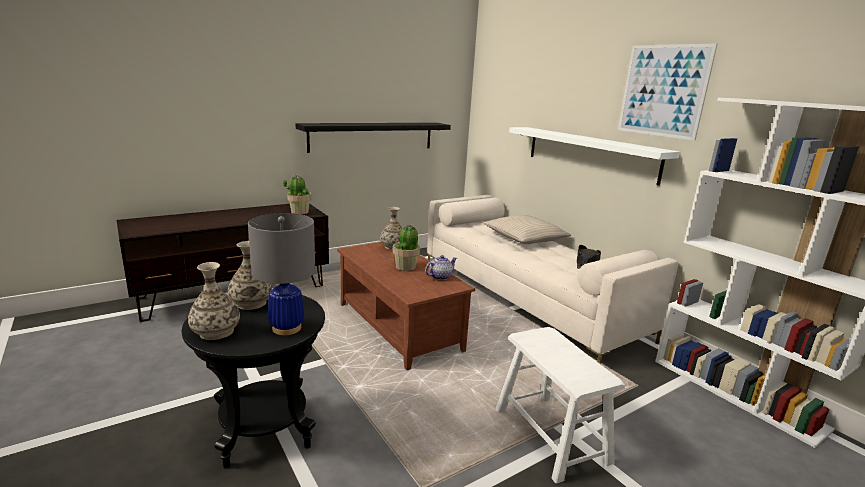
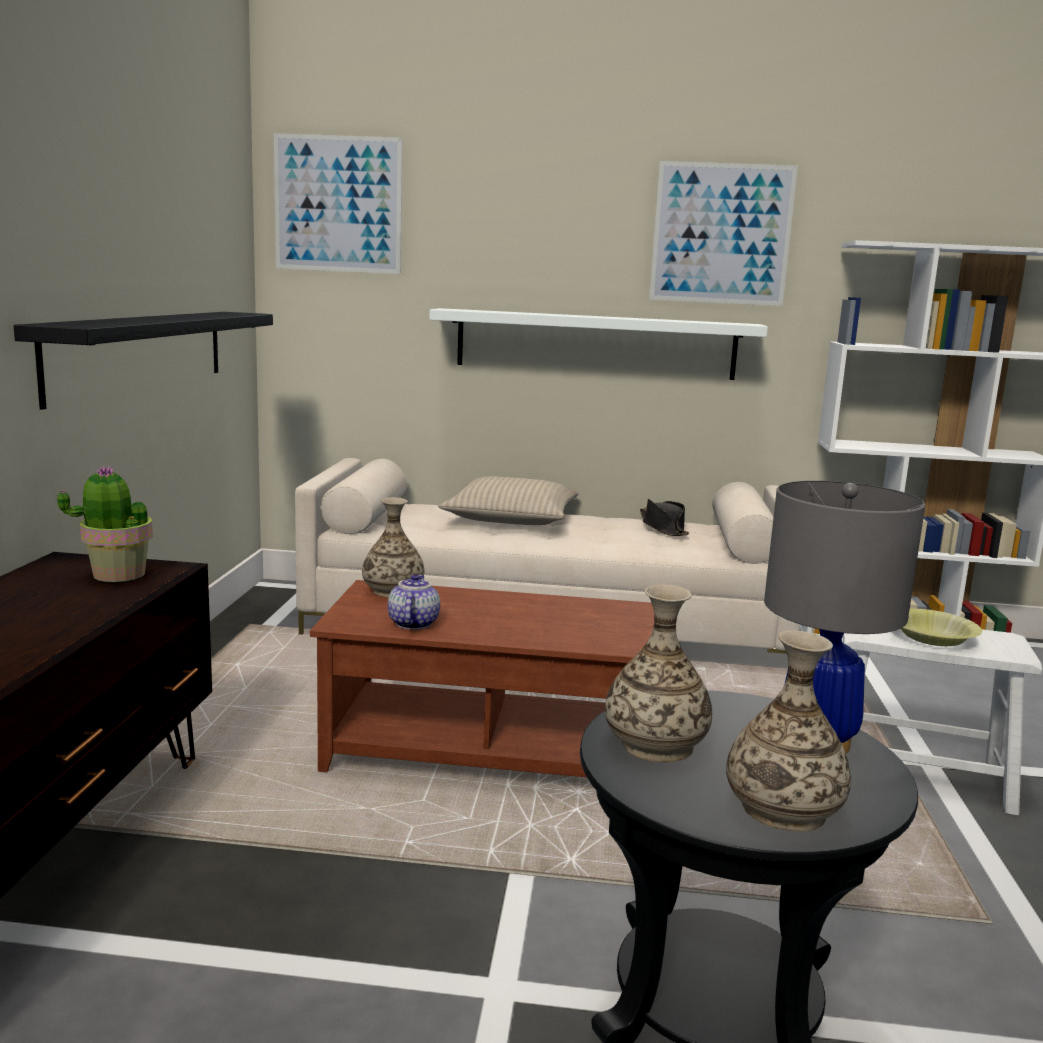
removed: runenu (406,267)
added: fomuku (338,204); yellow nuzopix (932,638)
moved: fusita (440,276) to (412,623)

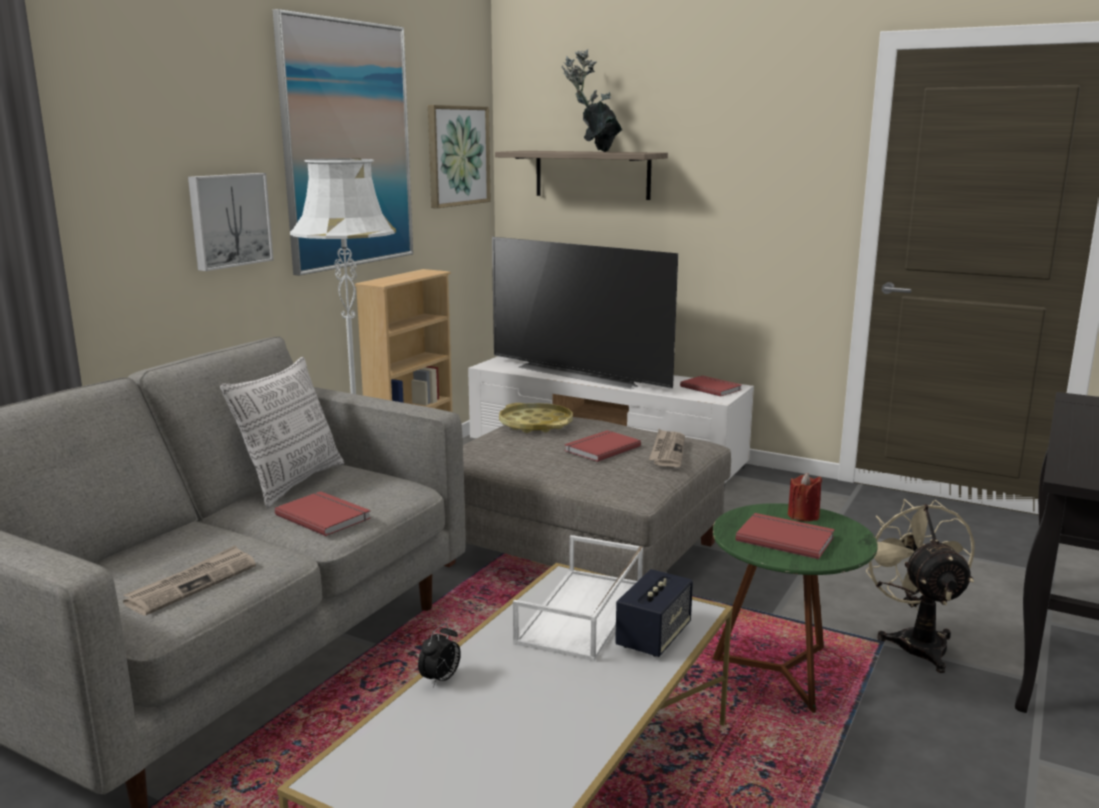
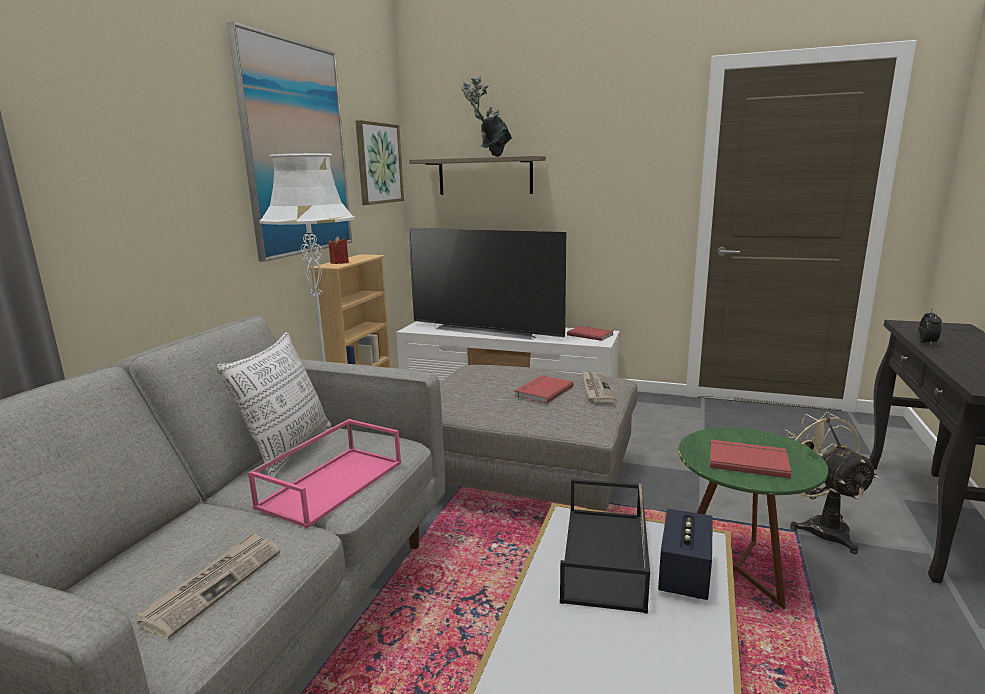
removed: fomuku (228,220); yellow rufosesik (536,424)
moved: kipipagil (440,679) to (927,343); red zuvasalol (803,516) to (339,263)
replaced: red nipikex (325,516) to pink rufosesik (332,483)
recoloured: white rufosesik (582,614) to black rufosesik (606,557)

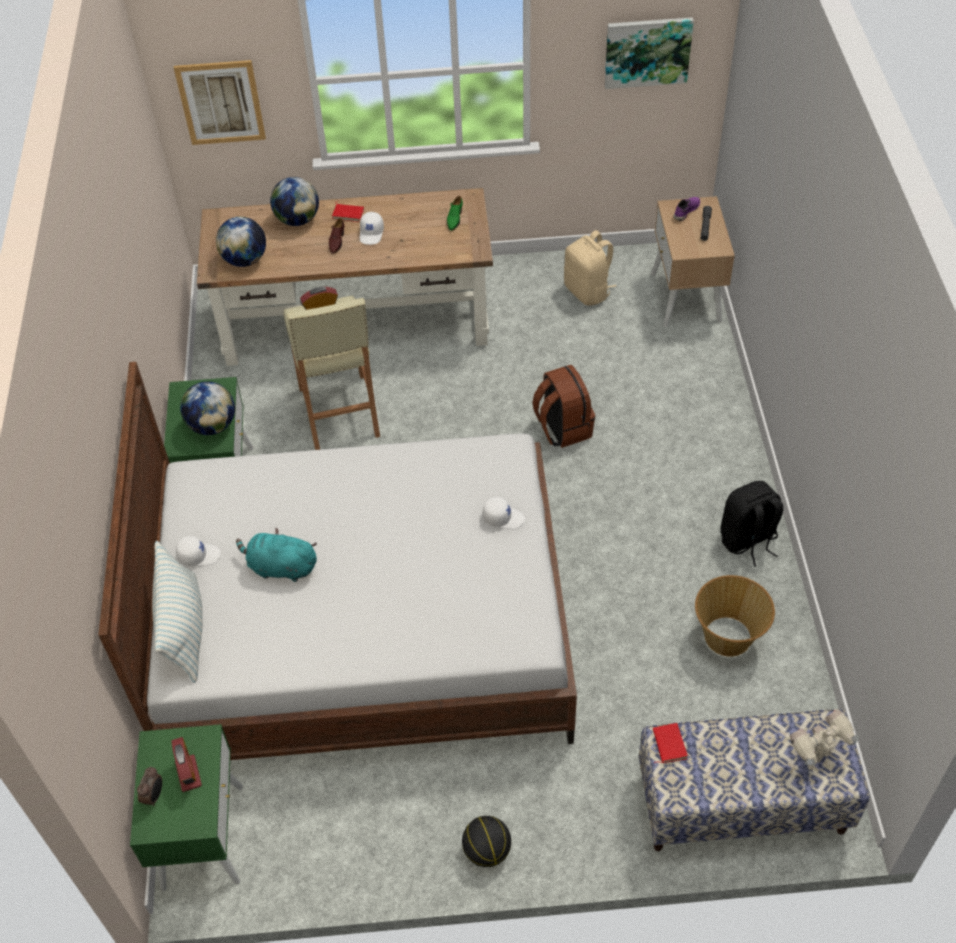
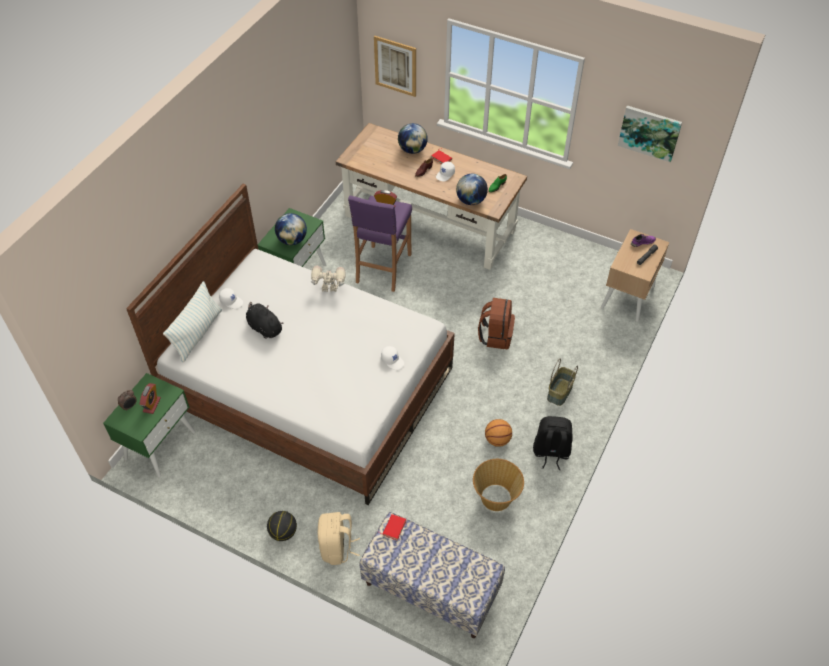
added: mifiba (497,440); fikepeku (560,392)
moved: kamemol (245,260) to (471,201); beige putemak (588,291) to (337,548); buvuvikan (816,755) to (329,290)
recoloured: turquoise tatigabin (280,567) to black tatigabin (264,327); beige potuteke (339,413) to purple potuteke (383,268)

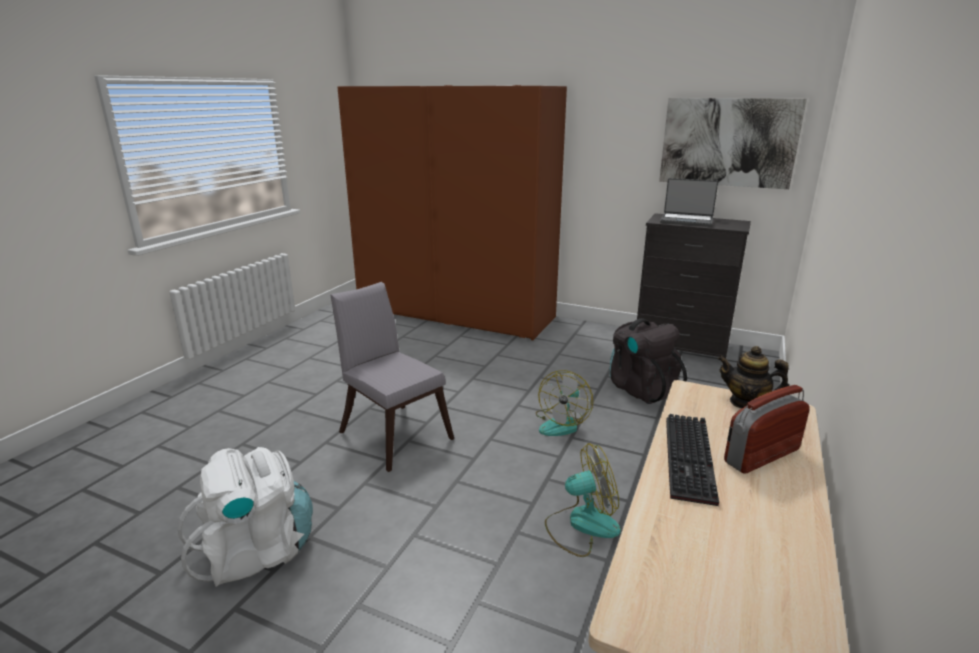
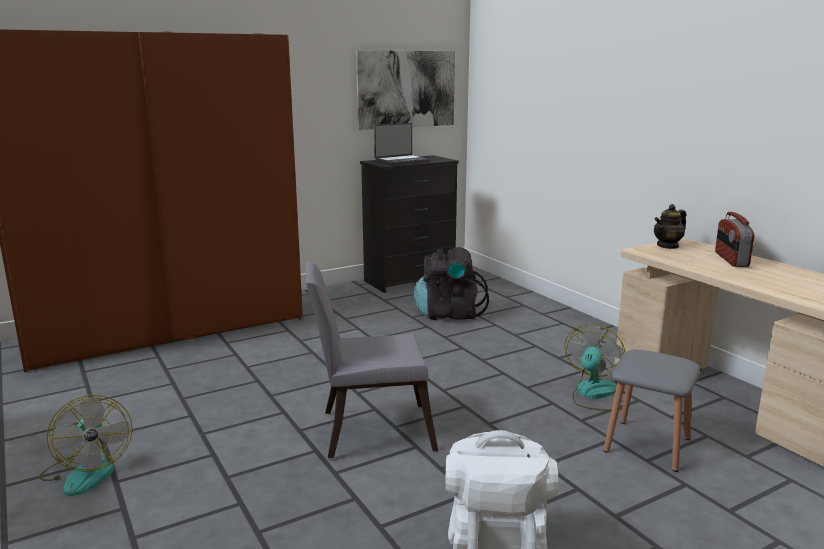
removed: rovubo (692,460)
added: grey potuteke (647,444)
moved: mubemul (562,423) to (87,472)

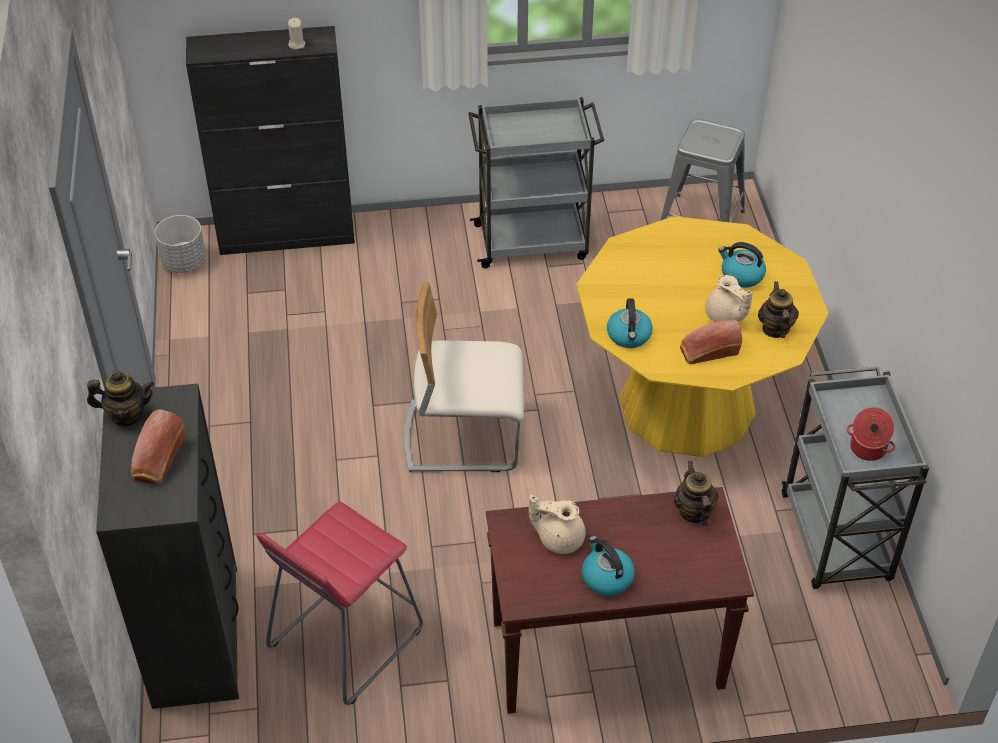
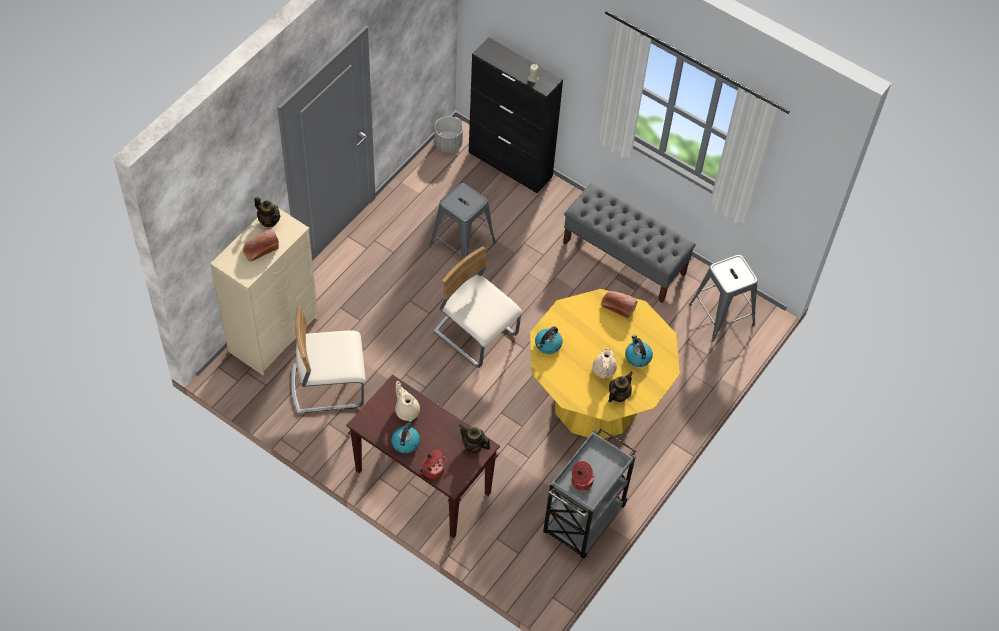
added: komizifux (432,469); grey potuteke (462,244)
moved: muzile (708,352) to (617,307)
replaced: red potuteke (345,639) to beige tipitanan (328,385); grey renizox (533,241) to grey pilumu (624,258)
recoloured: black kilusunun (196,634) to beige kilusunun (274,334)
turned: fusita (693,512) = (473,445) 90 degrees counterclockwise

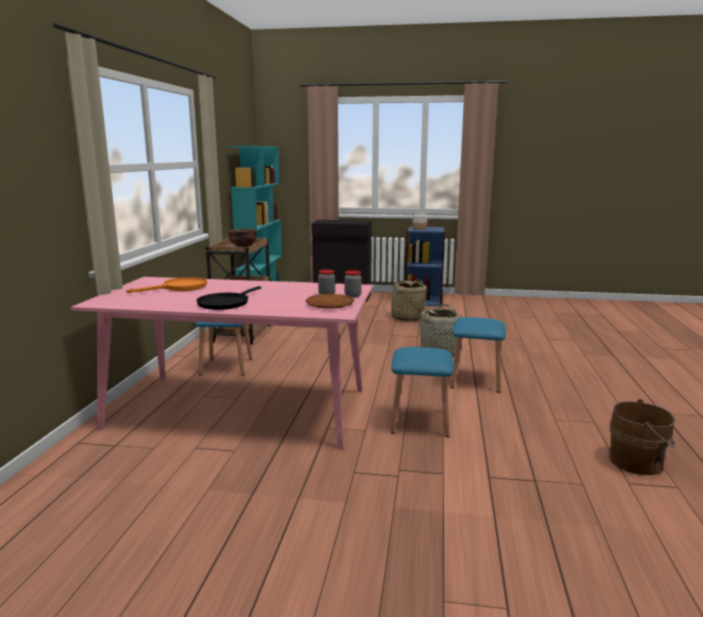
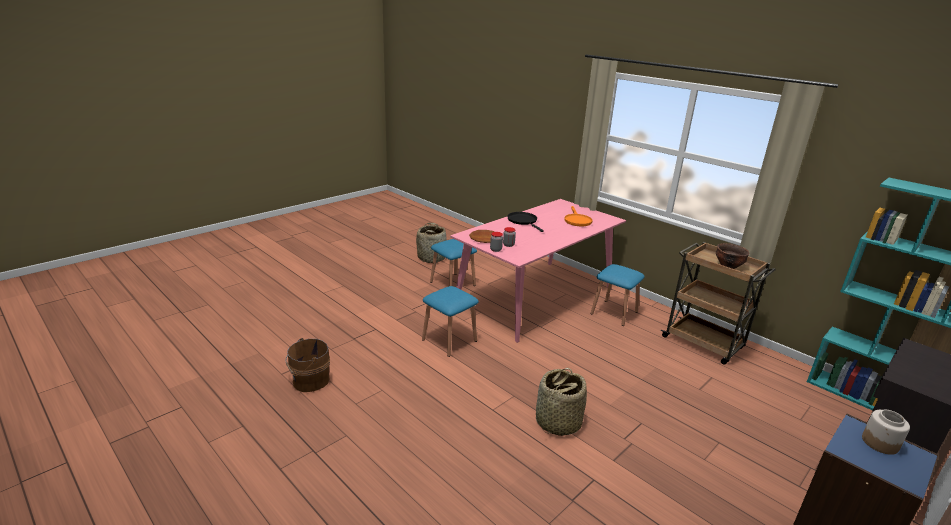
moved: fikepeku (407,318) to (432,257); blue potuteke (476,381) to (452,283)

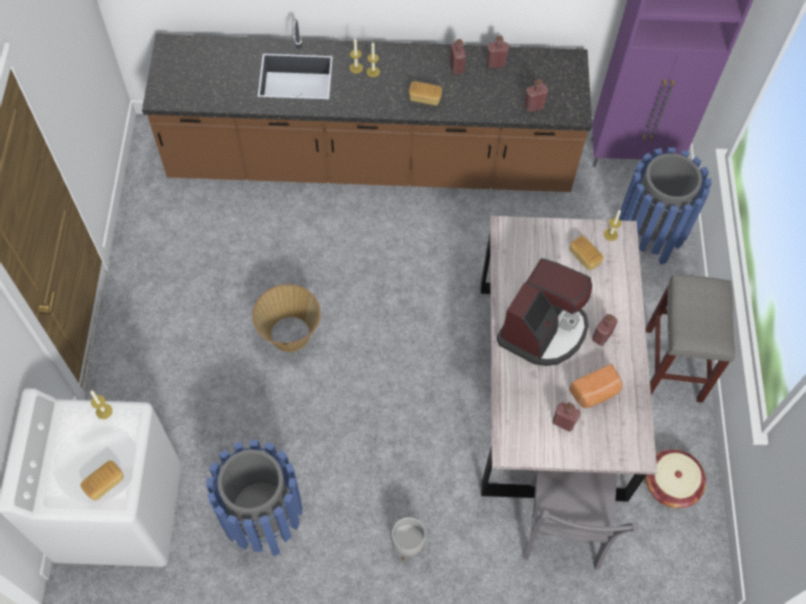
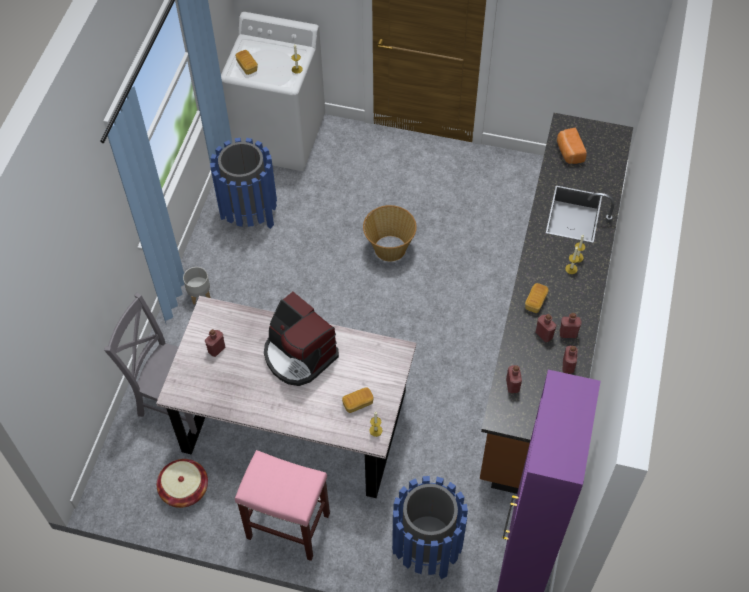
moved: muzile (595,393) to (569,152); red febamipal (601,336) to (544,335)
recoloured: grey potuteke (673,366) to pink potuteke (287,526)

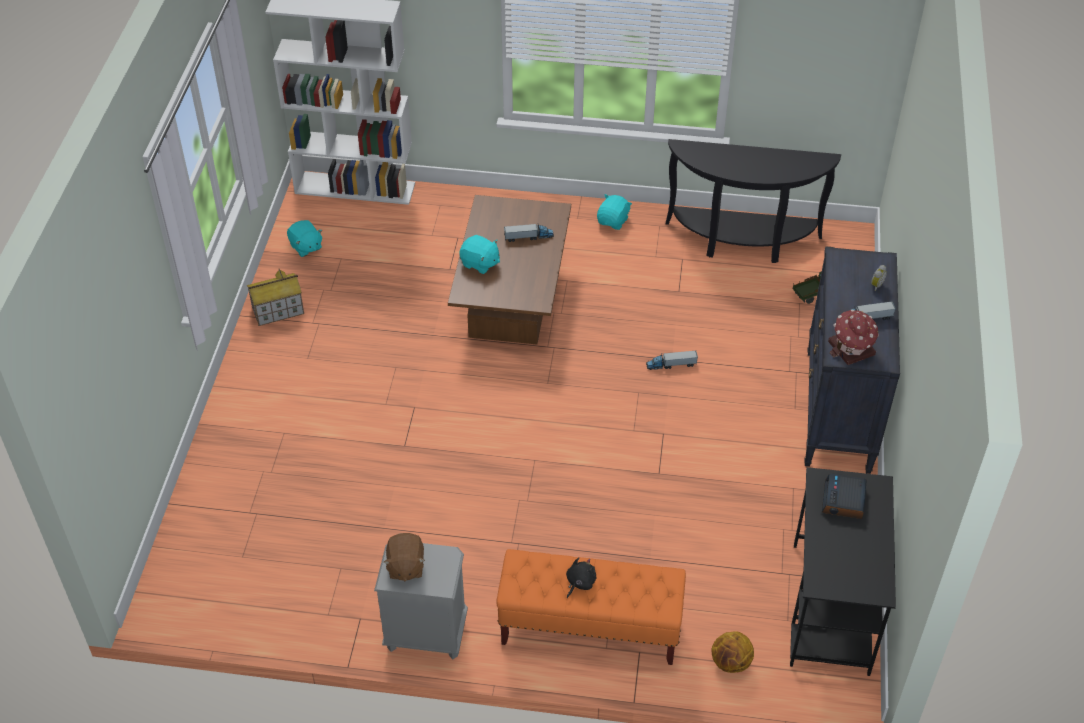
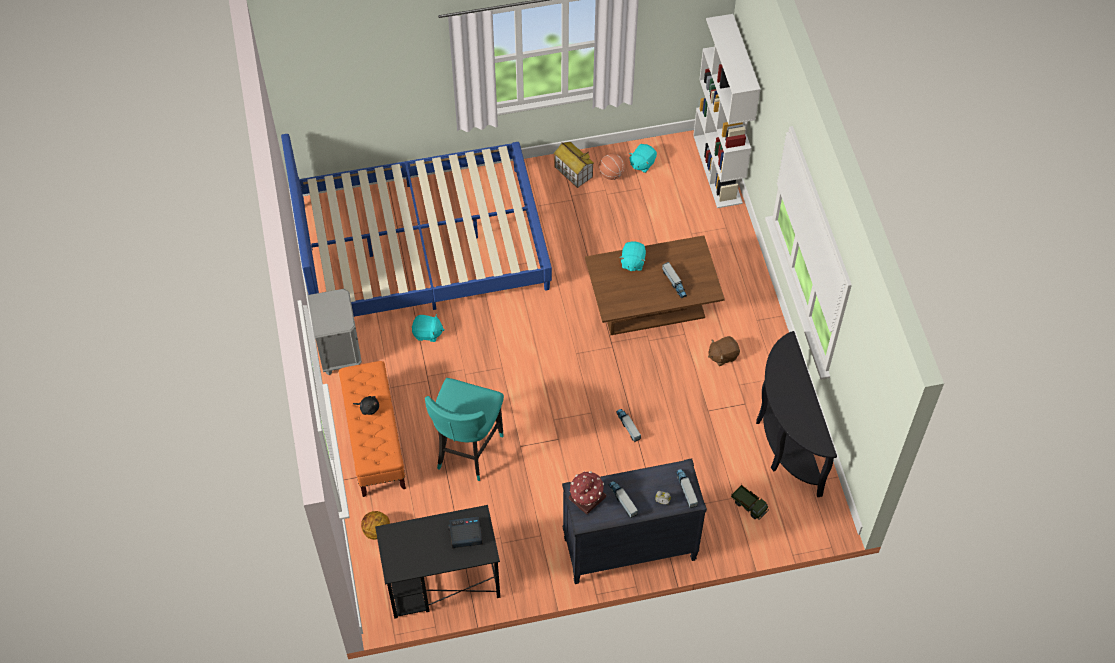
added: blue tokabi (421,246); turquoise potuteke (467,451); mifiba (611,174); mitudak (686,489)
moved: brown tatigabin (405,566) to (722,355); turquoise tatigabin (613,221) to (427,333)

